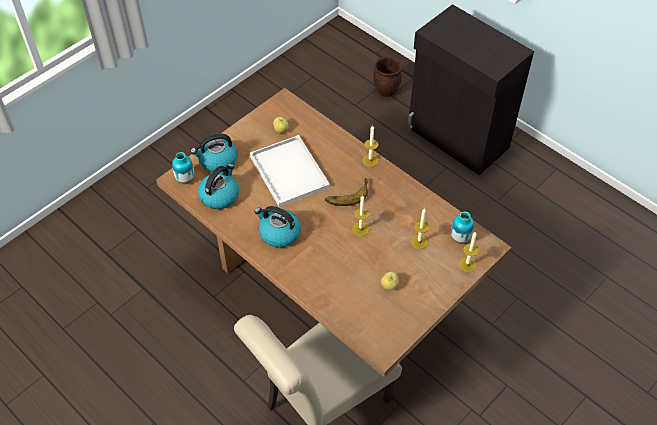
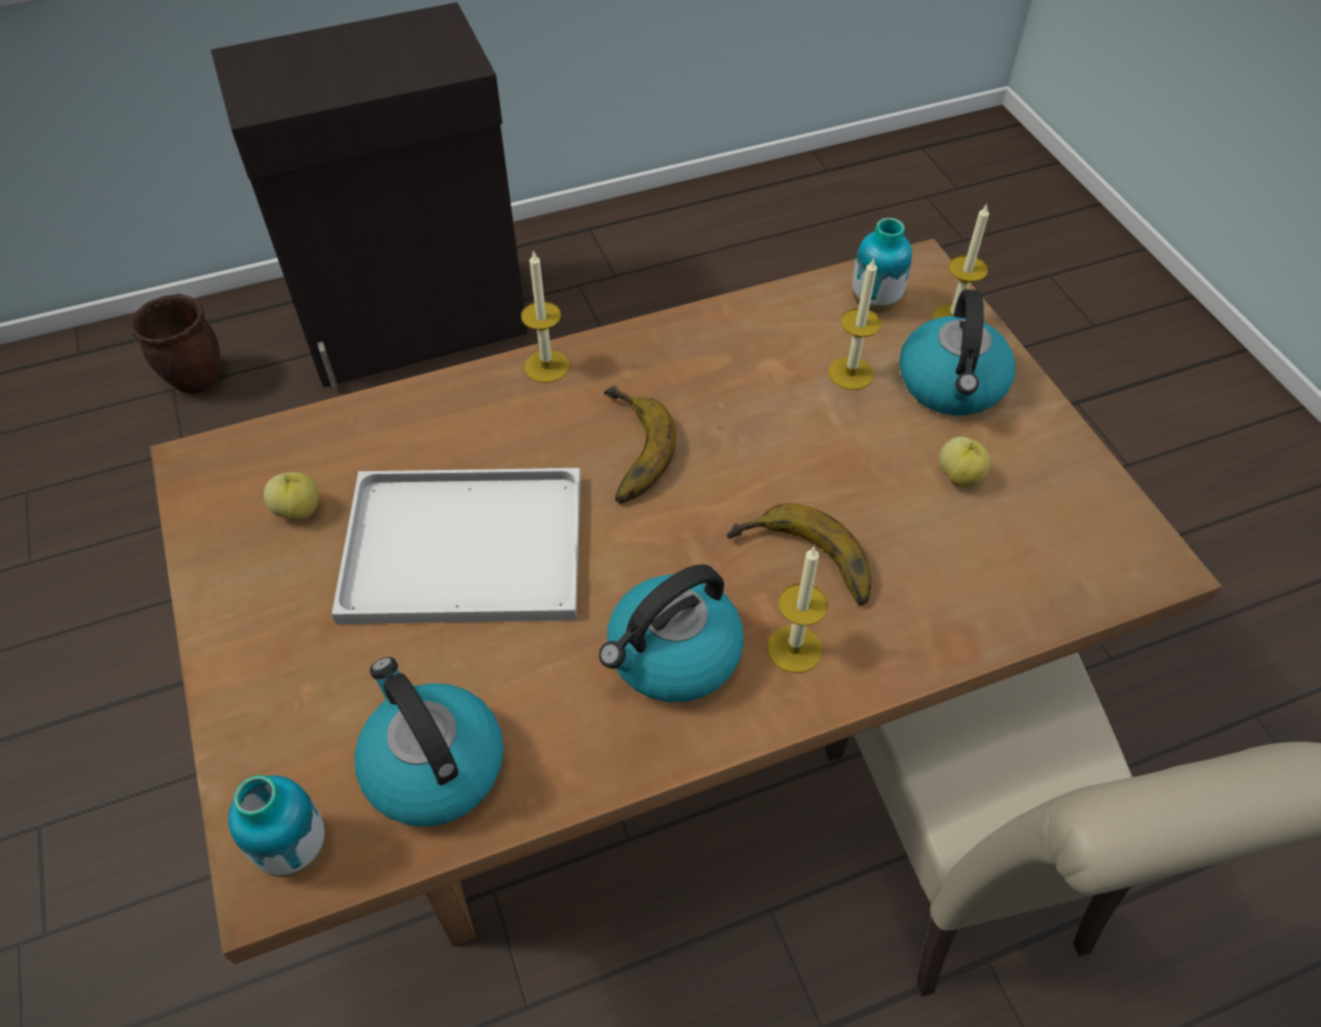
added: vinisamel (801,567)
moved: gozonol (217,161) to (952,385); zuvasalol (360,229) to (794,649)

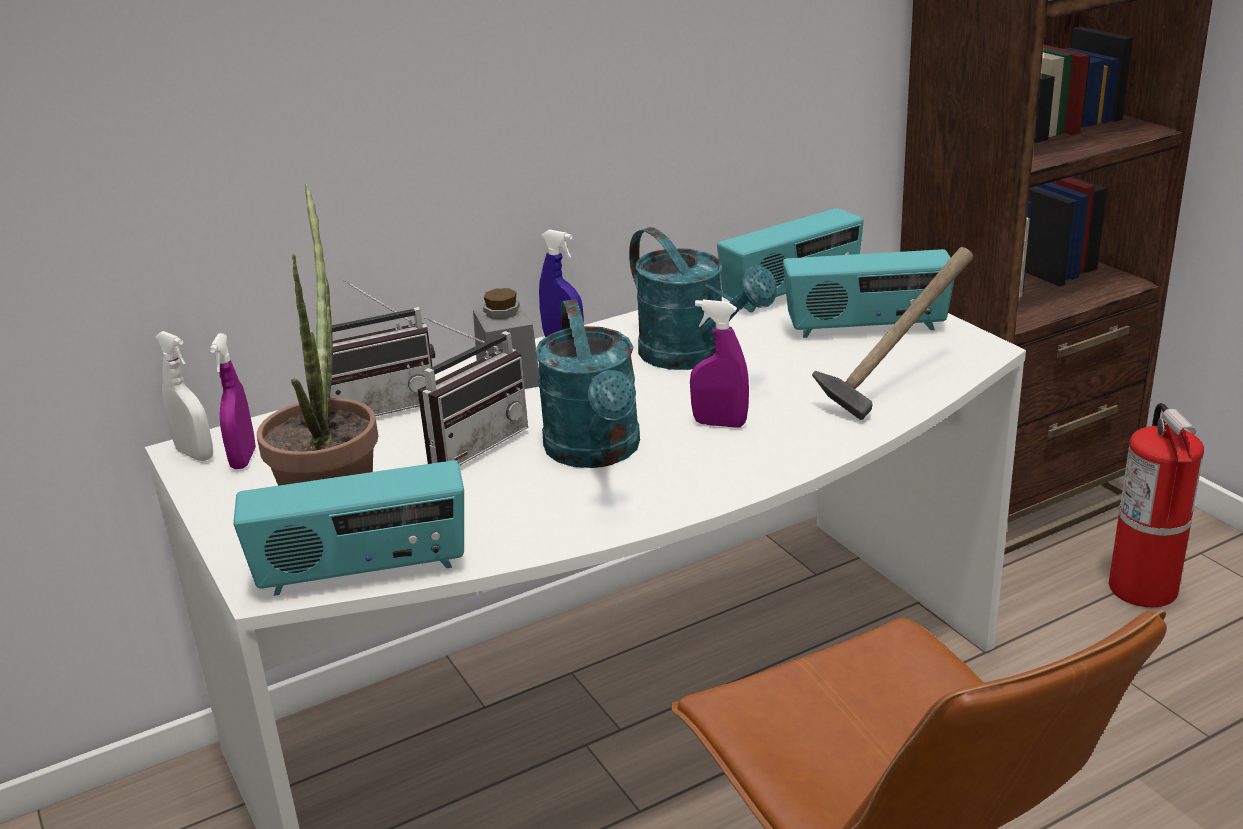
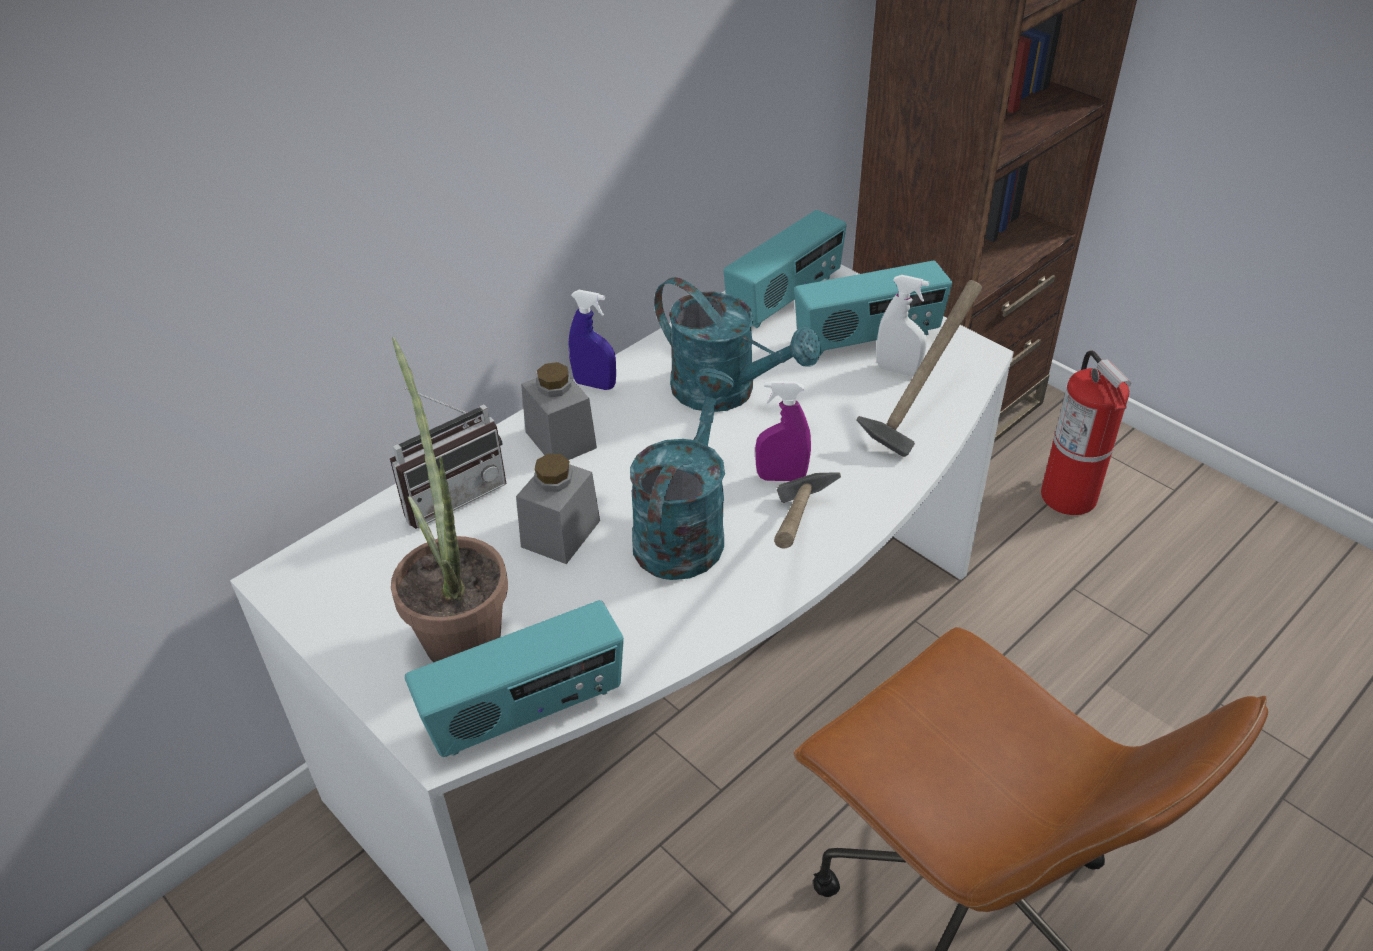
removed: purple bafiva (243,459)
added: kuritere (797,550)
moved: white bafiva (195,454) to (898,370)
replaced: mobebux (471,444) to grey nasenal (561,533)
turned: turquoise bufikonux (597,453) = (684,529) 135 degrees counterclockwise

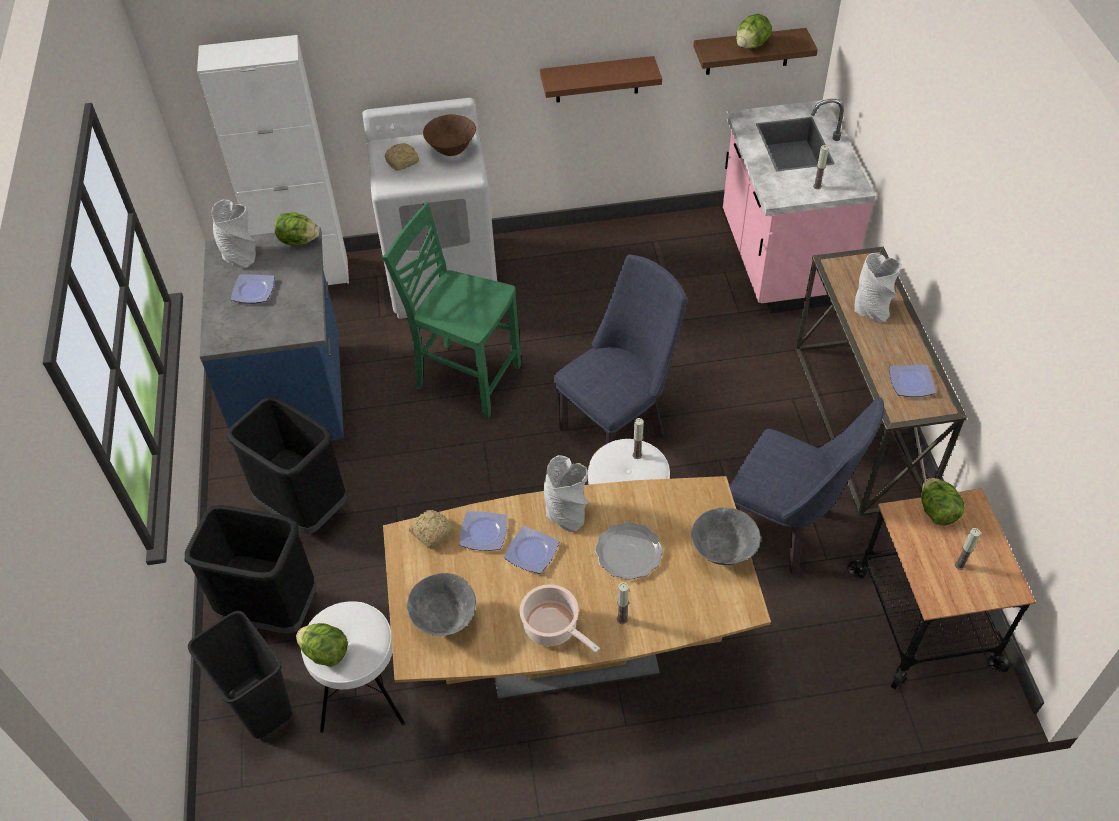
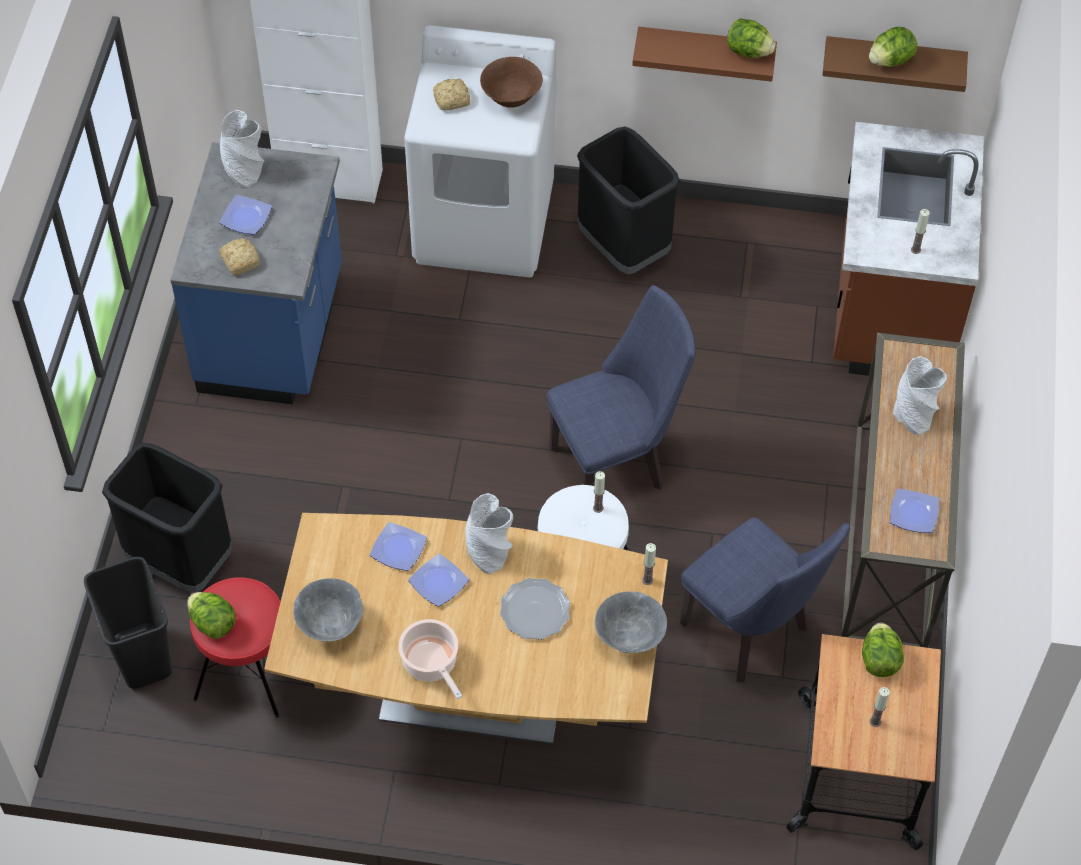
removed: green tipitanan (466,377)
moved: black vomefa (303,508) to (622,248); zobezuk (298,241) to (748,51); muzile (432,532) to (240,260); zuvasalol (622,619) to (647,580)
recoloured: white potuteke (362,689) to red potuteke (247,670); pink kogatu (779,260) to brown kogatu (889,308)

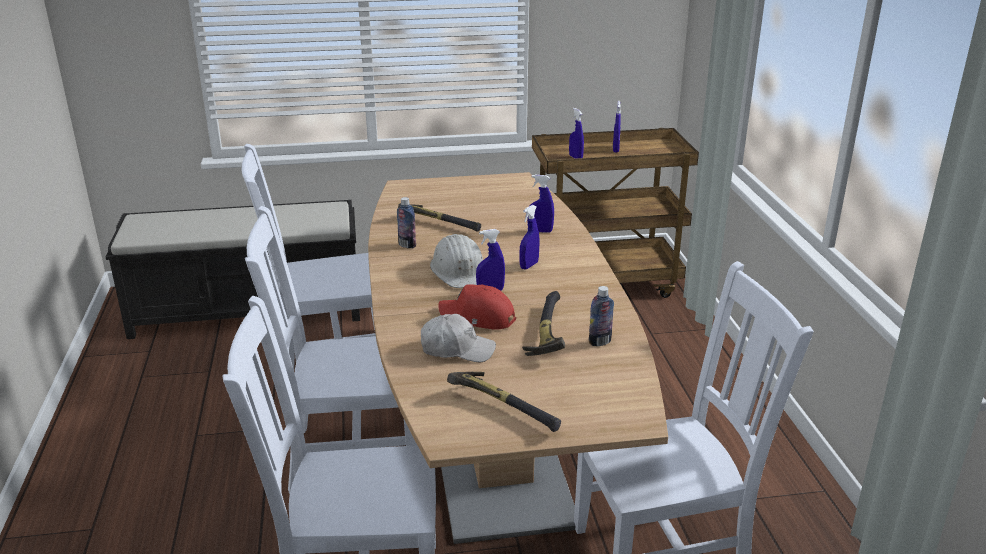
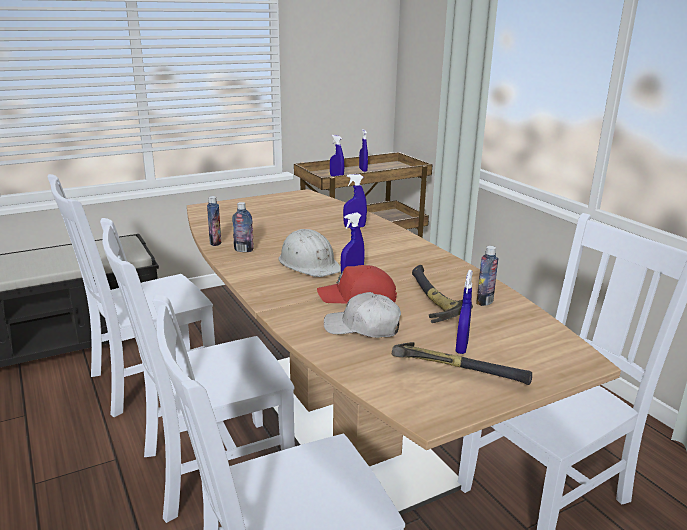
removed: kuritere (440,224)
added: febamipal (215,243)
moved: blue bafiva (529,265) to (461,347)
turned: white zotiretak (457,349) = (363,328) 150 degrees counterclockwise

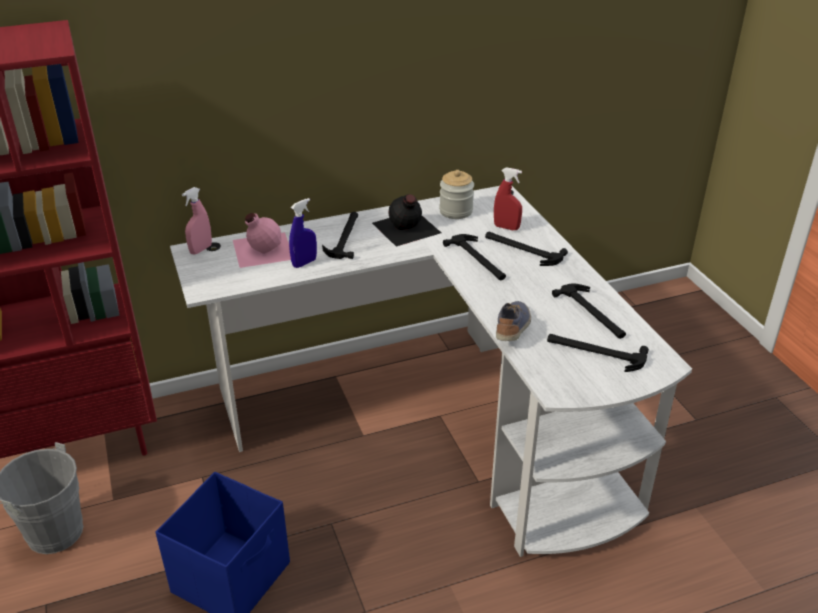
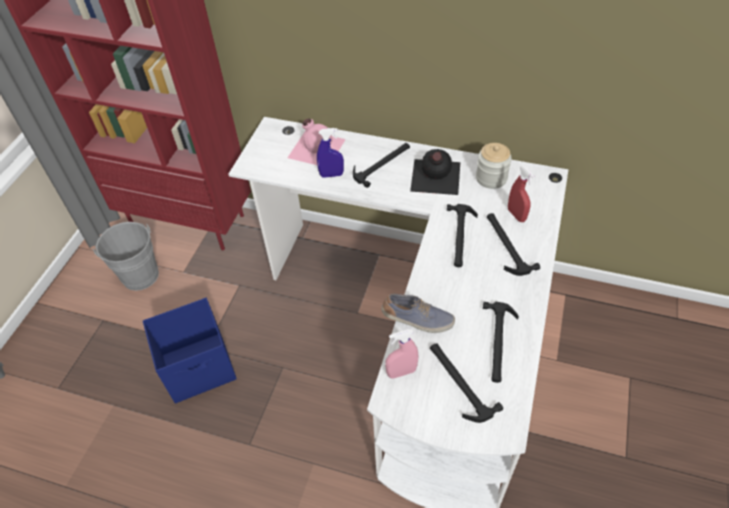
moved: pink bafiva (201,249) to (401,372)
turned: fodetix (513,329) = (417,320) 45 degrees clockwise

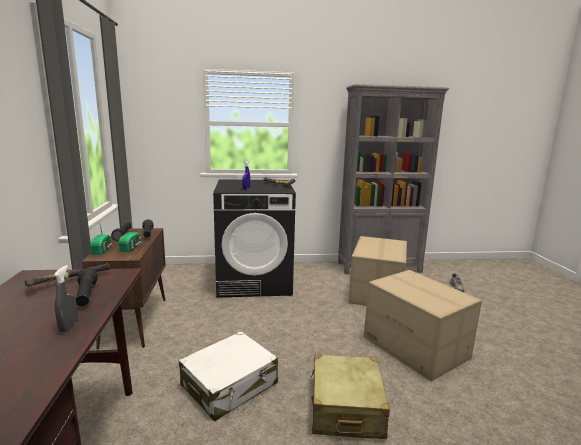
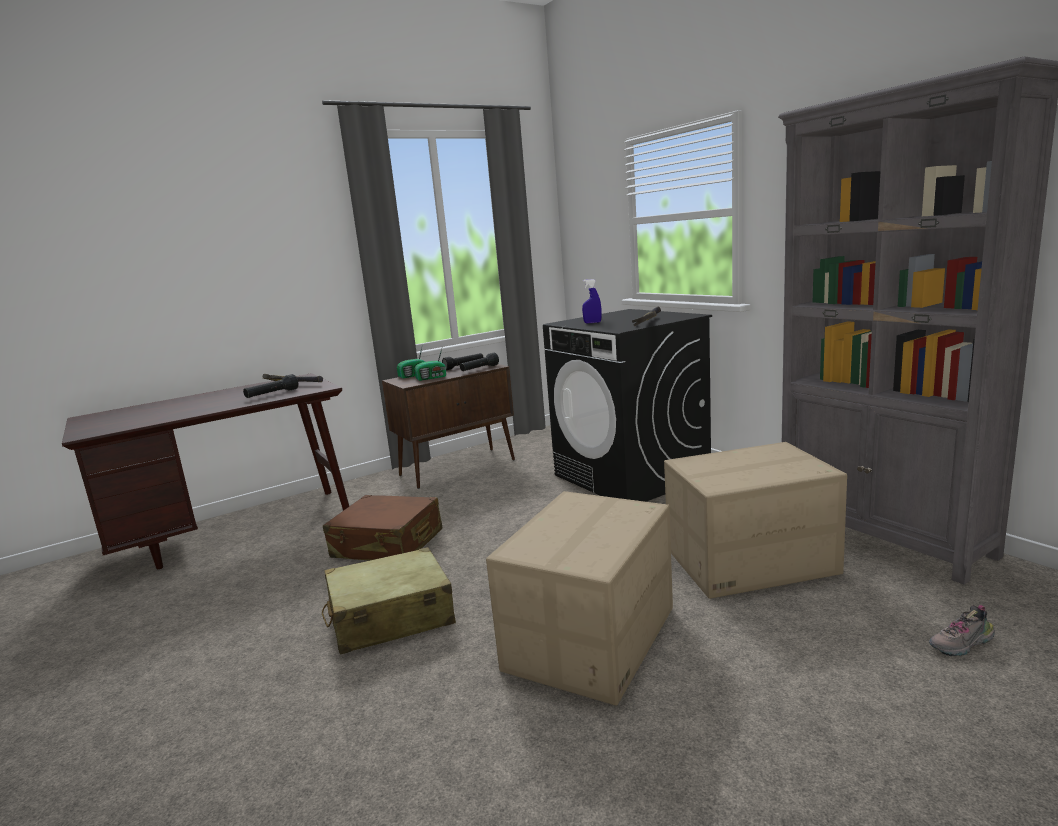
removed: grey bafiva (68,326)
recoloured: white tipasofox (230,385) to brown tipasofox (387,544)

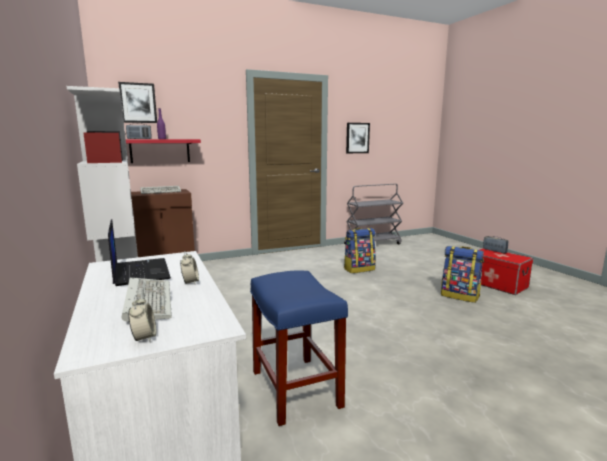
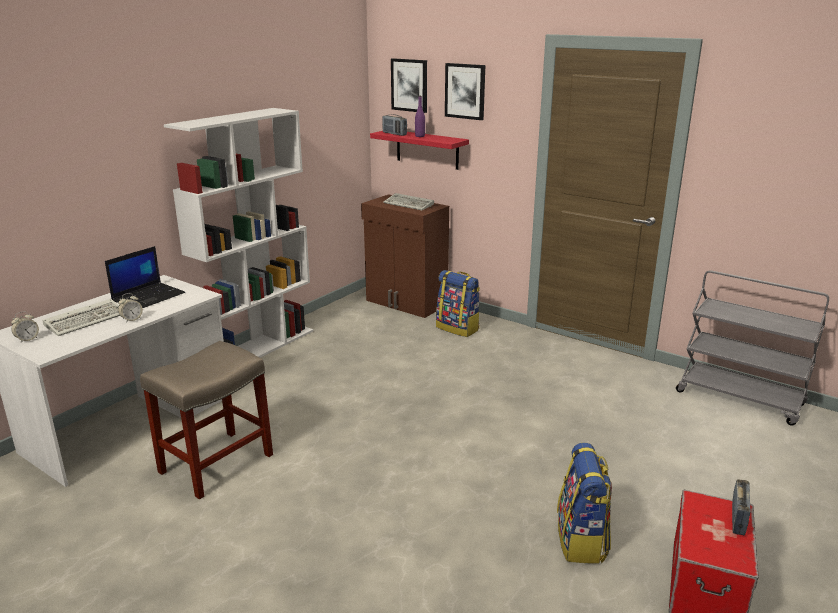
moved: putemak (359,269) to (458,328); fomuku (357,138) to (465,91)
recoloured: blue potuteke (296,389) to beige potuteke (215,464)

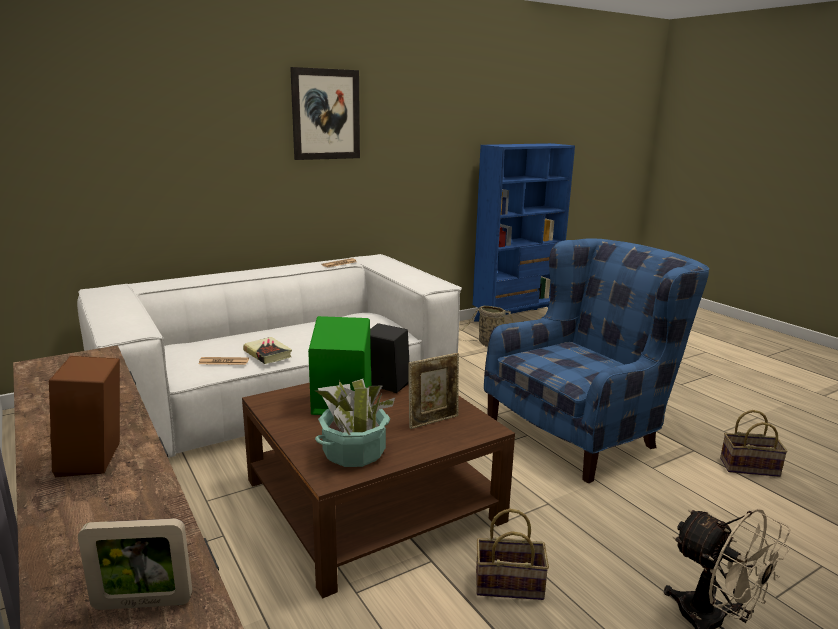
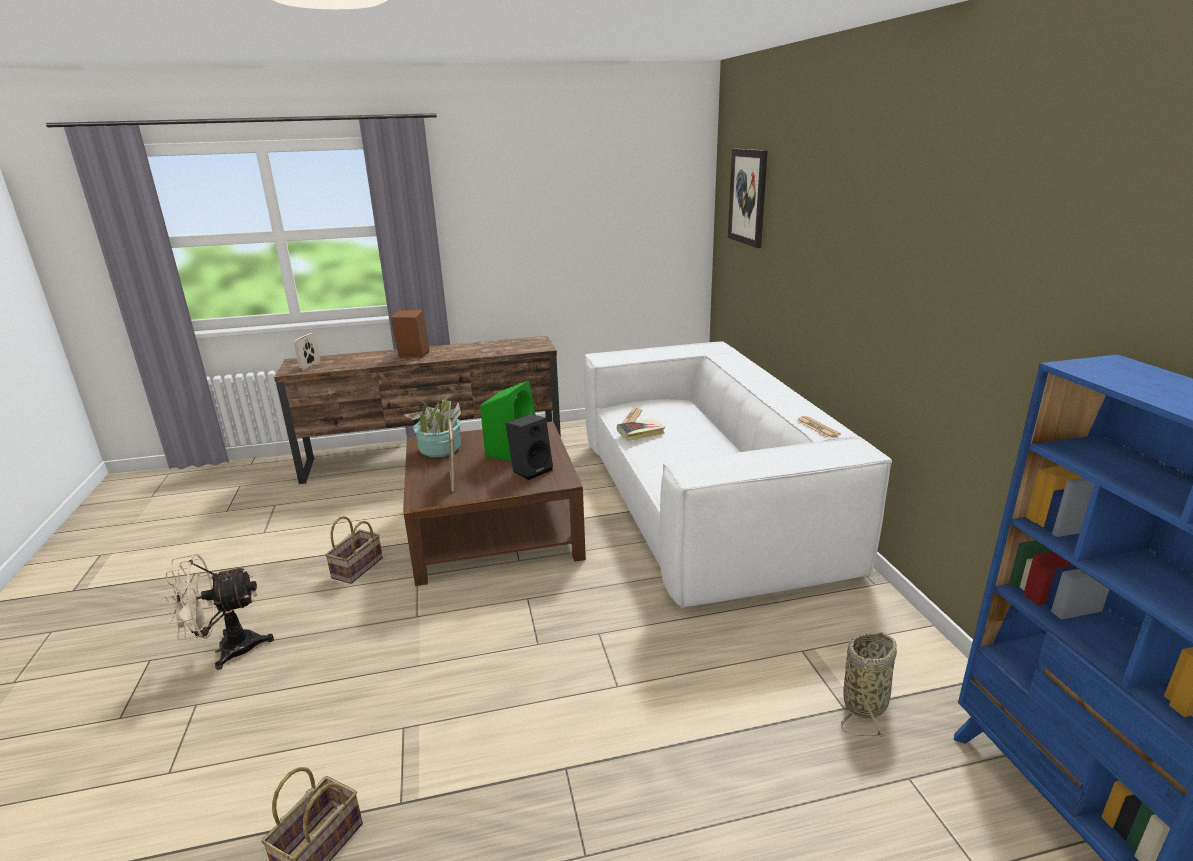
removed: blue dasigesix (583,430)
moved: fomuku (326,114) to (748,197)

